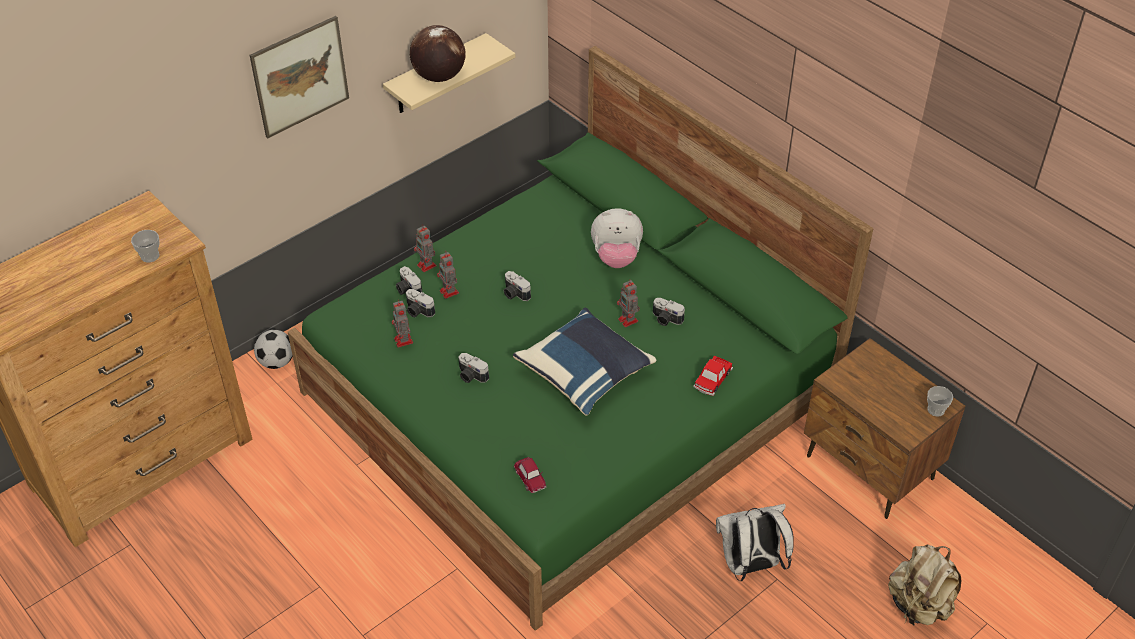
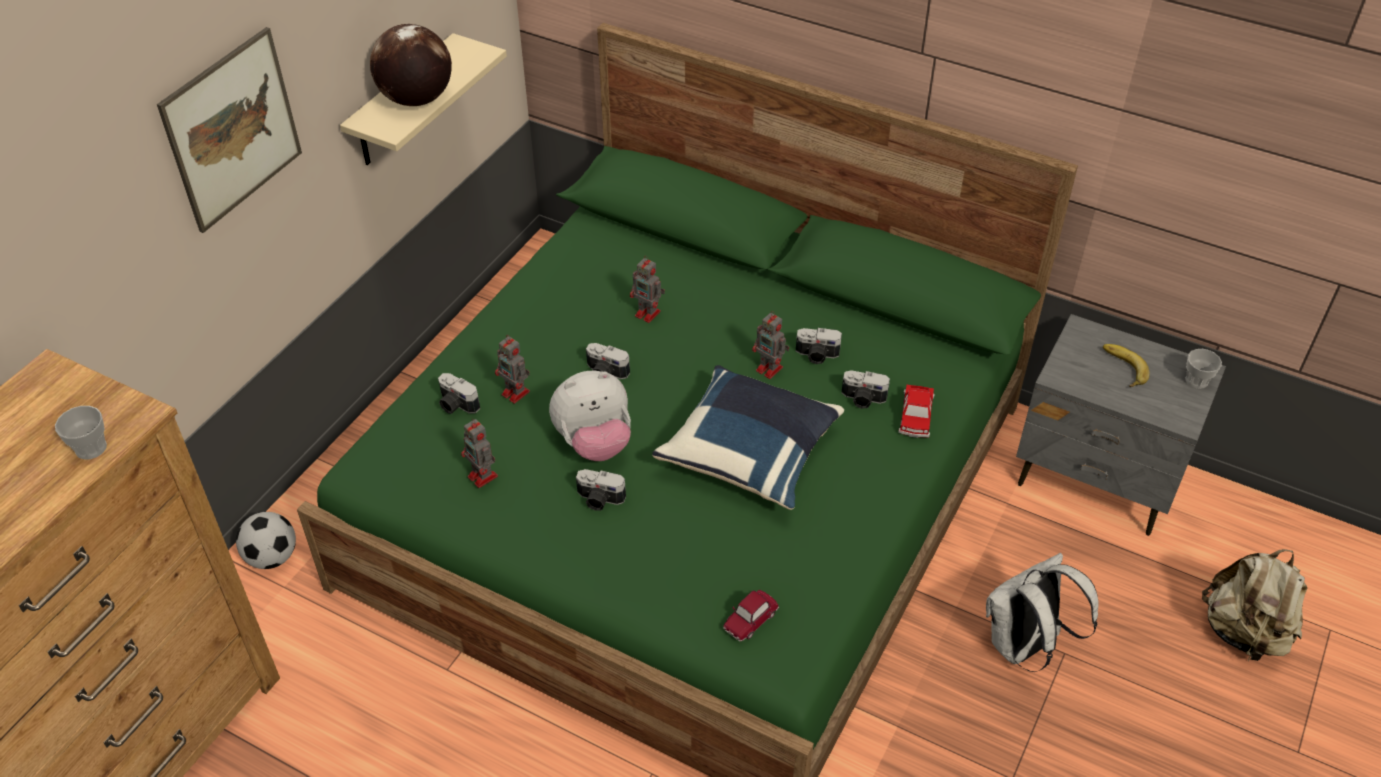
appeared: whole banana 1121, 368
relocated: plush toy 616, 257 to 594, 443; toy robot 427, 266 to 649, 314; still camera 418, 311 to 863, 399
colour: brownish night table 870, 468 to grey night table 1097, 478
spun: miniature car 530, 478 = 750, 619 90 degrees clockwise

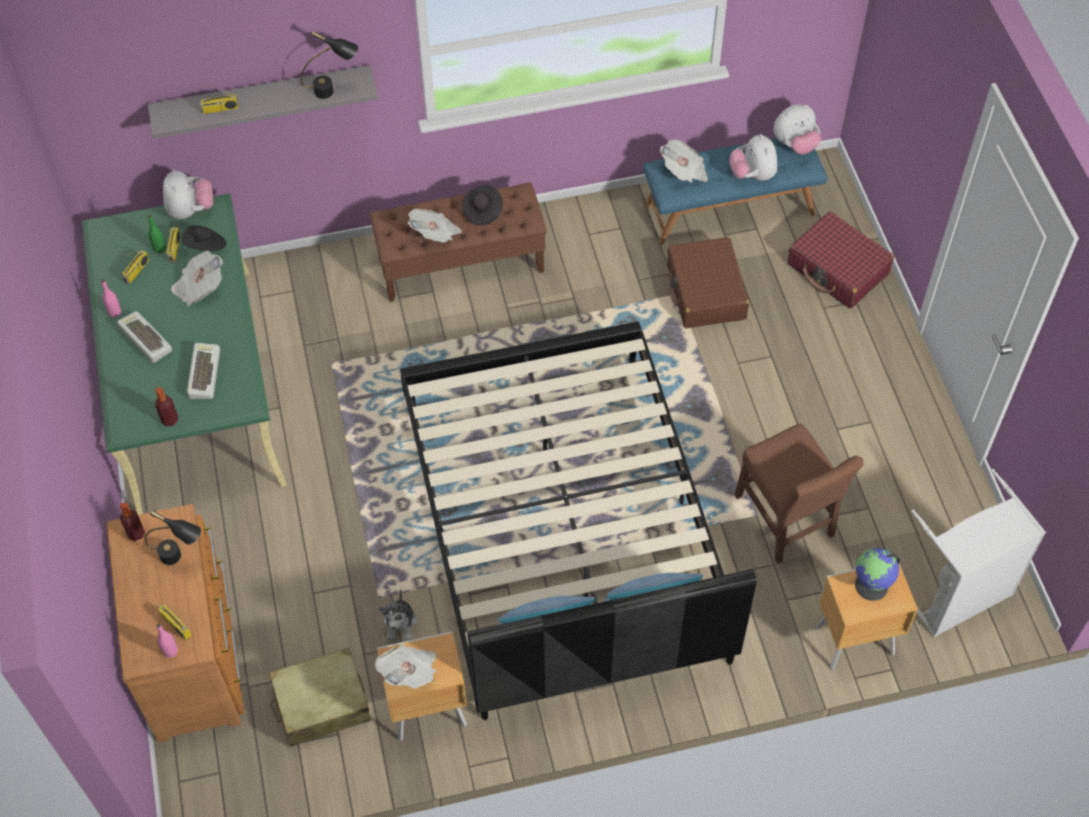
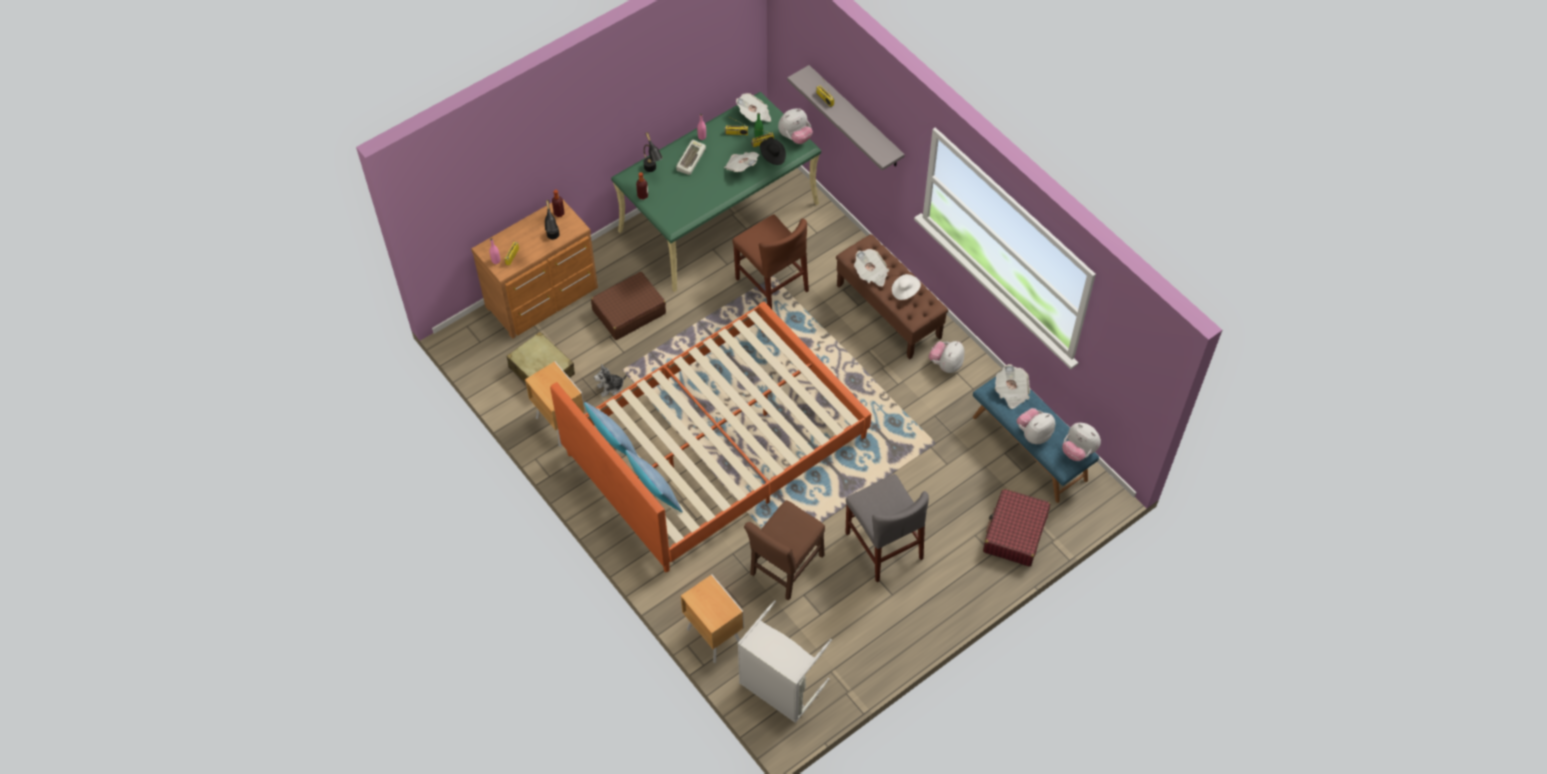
missing: computer keyboard 203, 373; desk globe 872, 586
appeared: brownish chair 771, 285; plush toy 946, 364; grey chair 883, 545
relocated: black lamp for a table 333, 91 to 652, 171; brownish piece of luggage 705, 292 to 628, 312; newspaper 410, 672 to 754, 115
colour: black wearable hat 482, 211 to white wearable hat 905, 291; black bed 562, 529 to orangey bed 716, 445

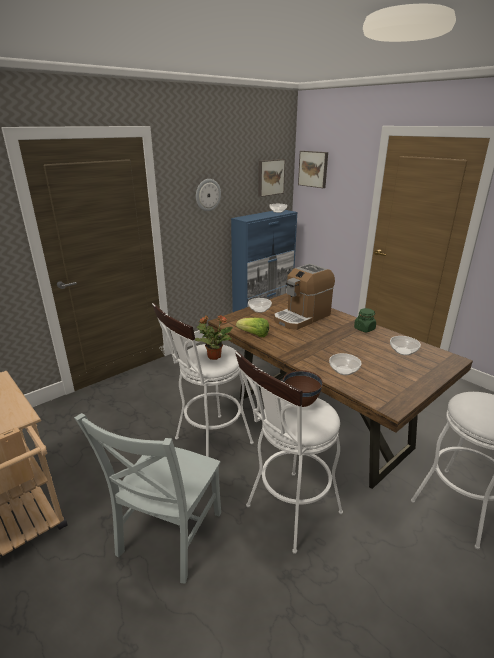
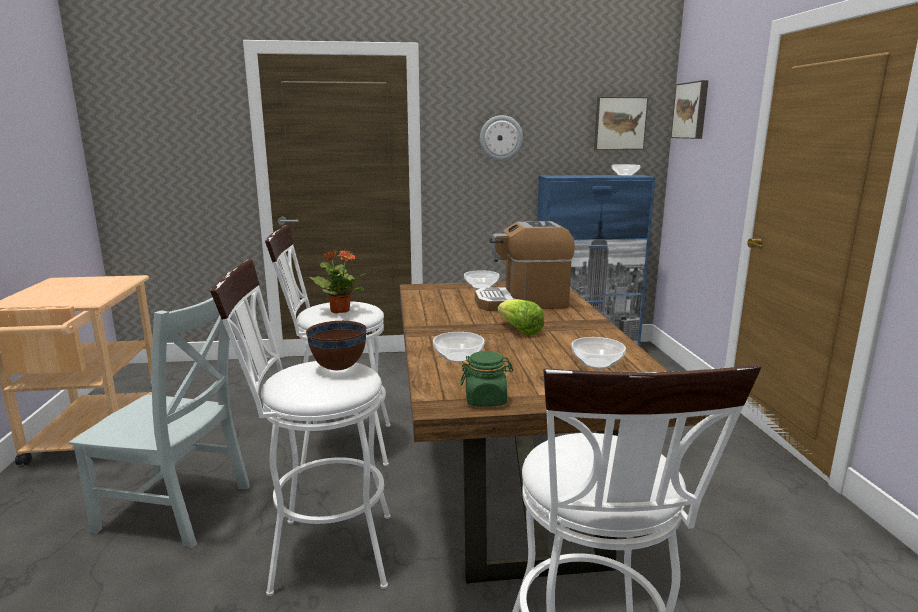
relocated: greenish preserve jar 364, 329 to 486, 400; lettuce 254, 335 to 519, 330
spun: grey chair 168, 537 = 180, 509 135 degrees counterclockwise

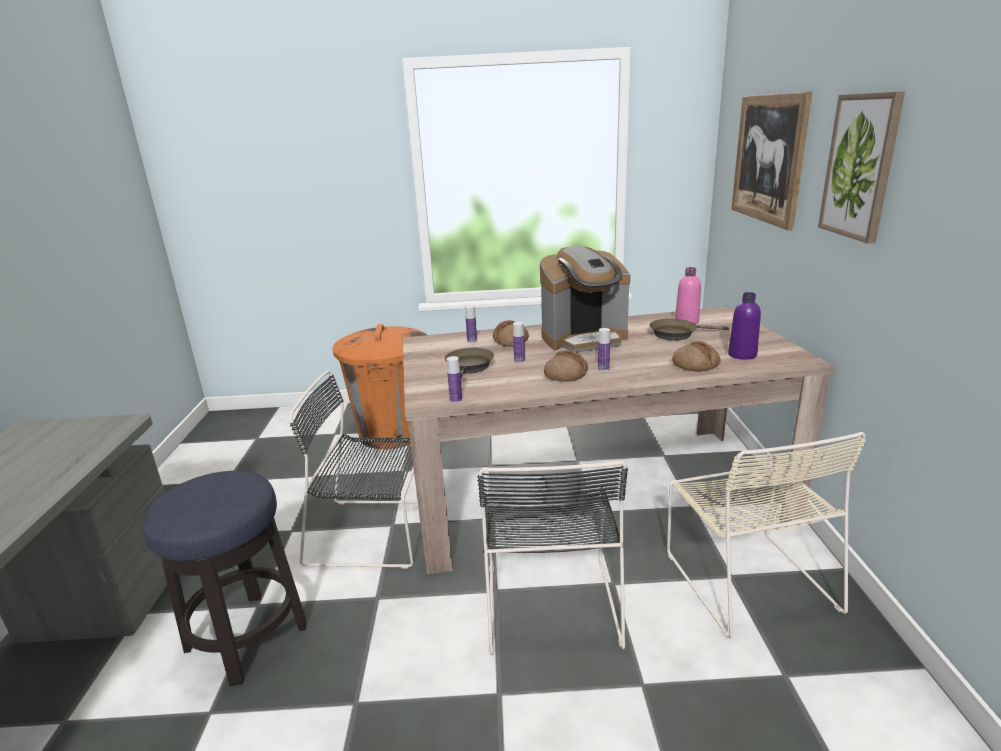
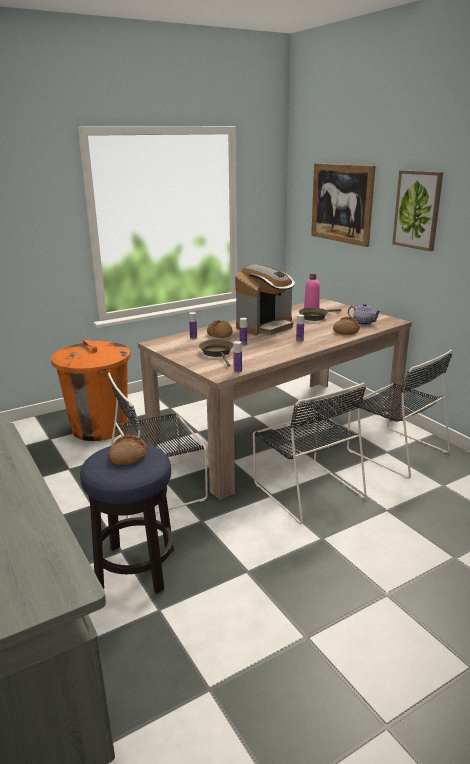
relocated: baked bread 566, 374 to 128, 456
exchanged: purple-coloured drink bottle 742, 355 to tea pot 363, 323
colour: sand-coloured chair 746, 577 to black chair 394, 450

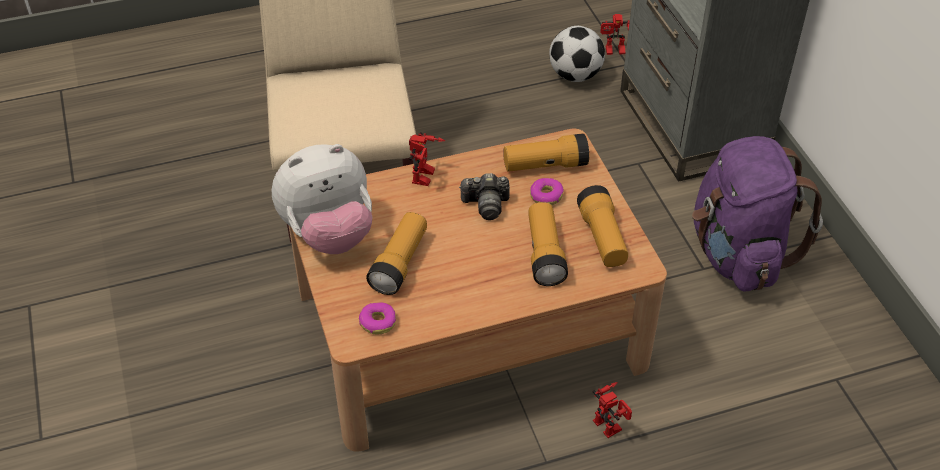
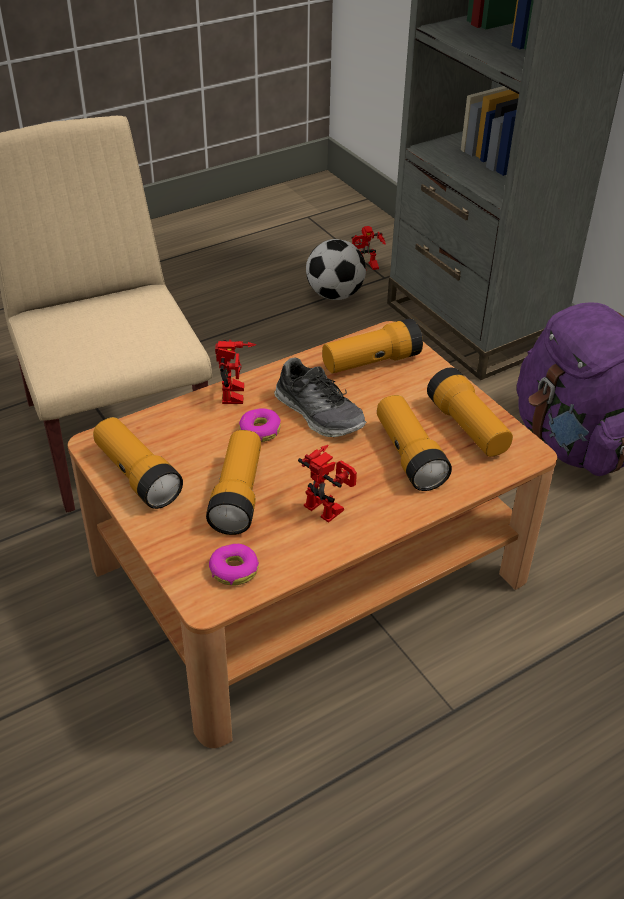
relocated: donut 546, 196 to 259, 431; toy robot 611, 425 to 329, 507
exchanged: plush toy 329, 234 to torch 137, 476; still camera 486, 205 to low shoe 319, 413

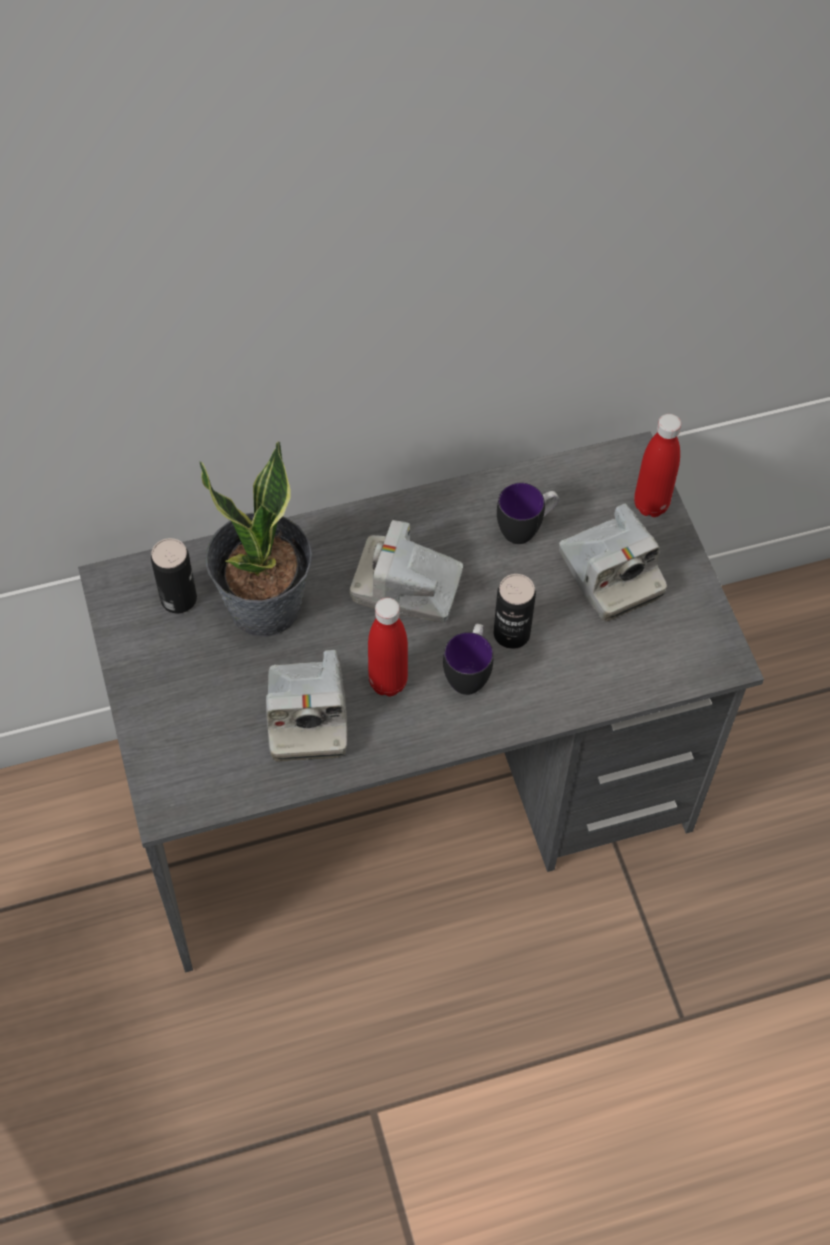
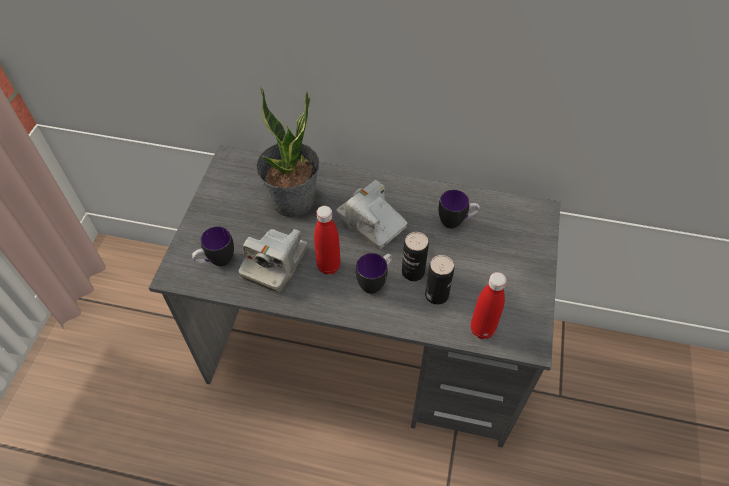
missing: still camera 609, 575
appeared: tea mug 217, 261
relocated: red-coloured drink bottle 651, 505 to 482, 329; can 178, 599 to 436, 295

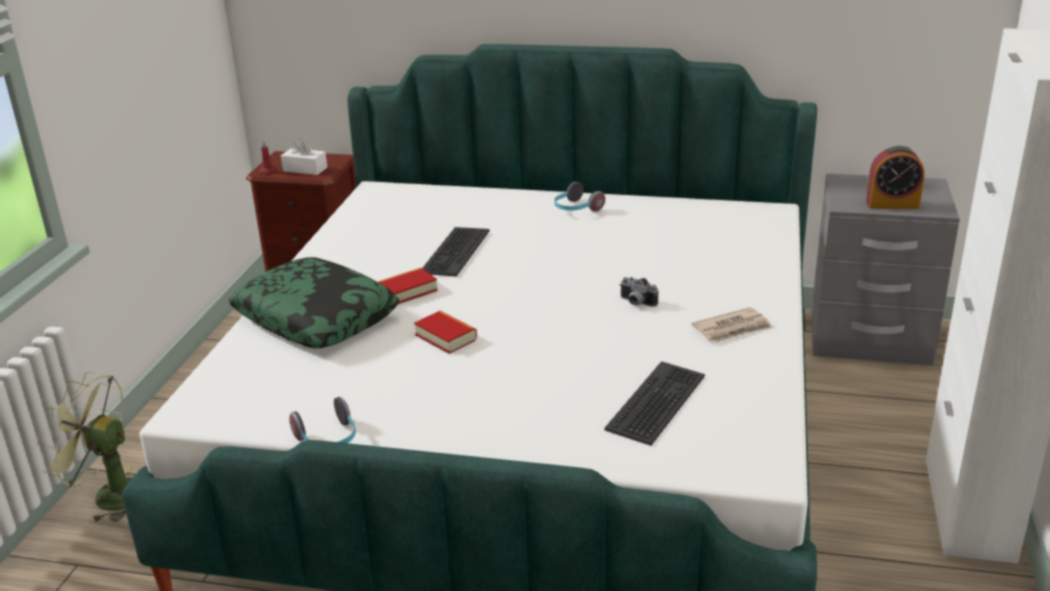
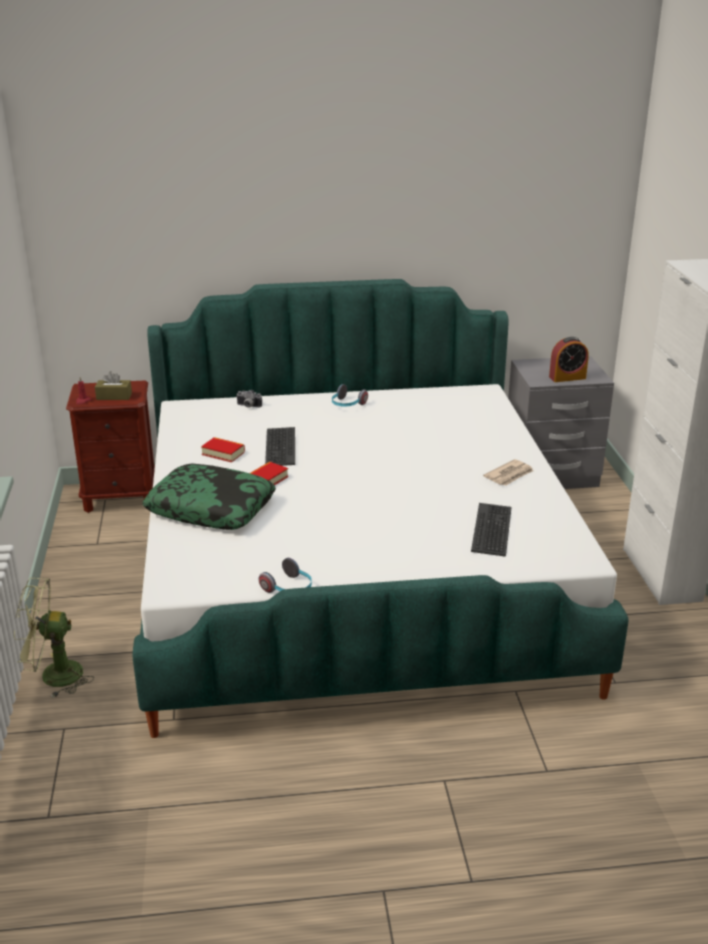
relocated: still camera 636, 303 to 248, 406; book 446, 337 to 223, 453
colour: white tissue box 305, 169 to brownish tissue box 114, 396

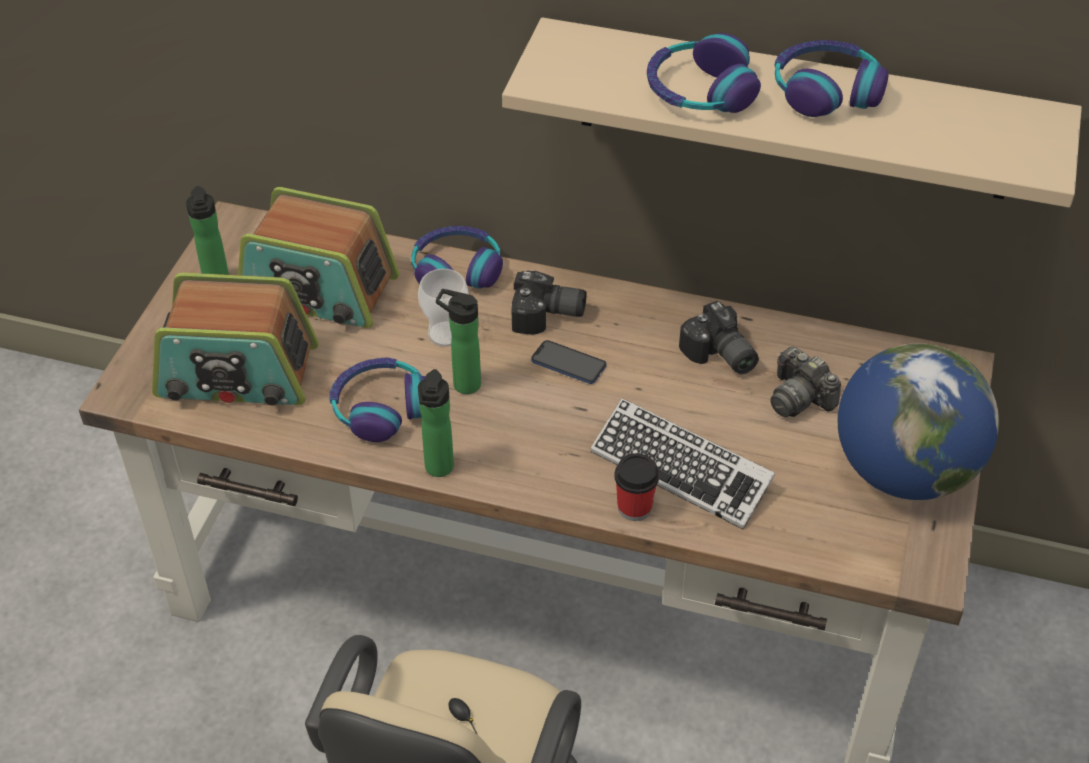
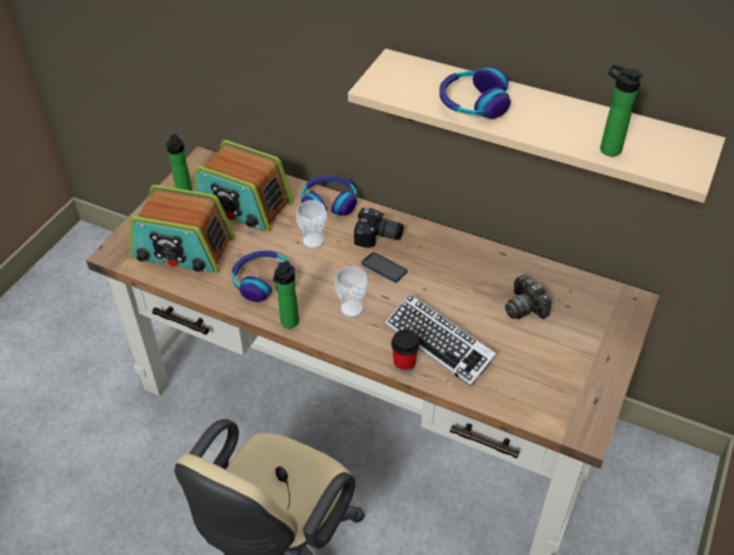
missing: pair of headphones 826, 90; still camera 719, 356; desk globe 903, 471
appeared: drinking cup 352, 308
relocated: drink bottle 462, 383 to 607, 149

